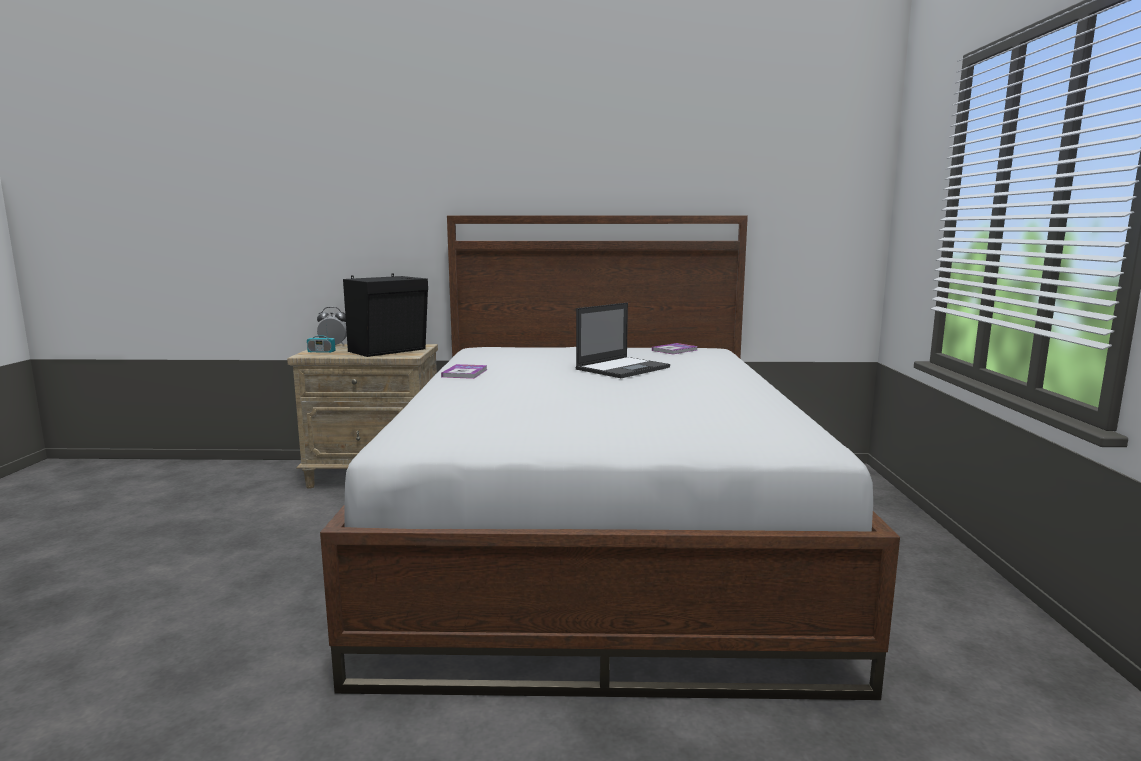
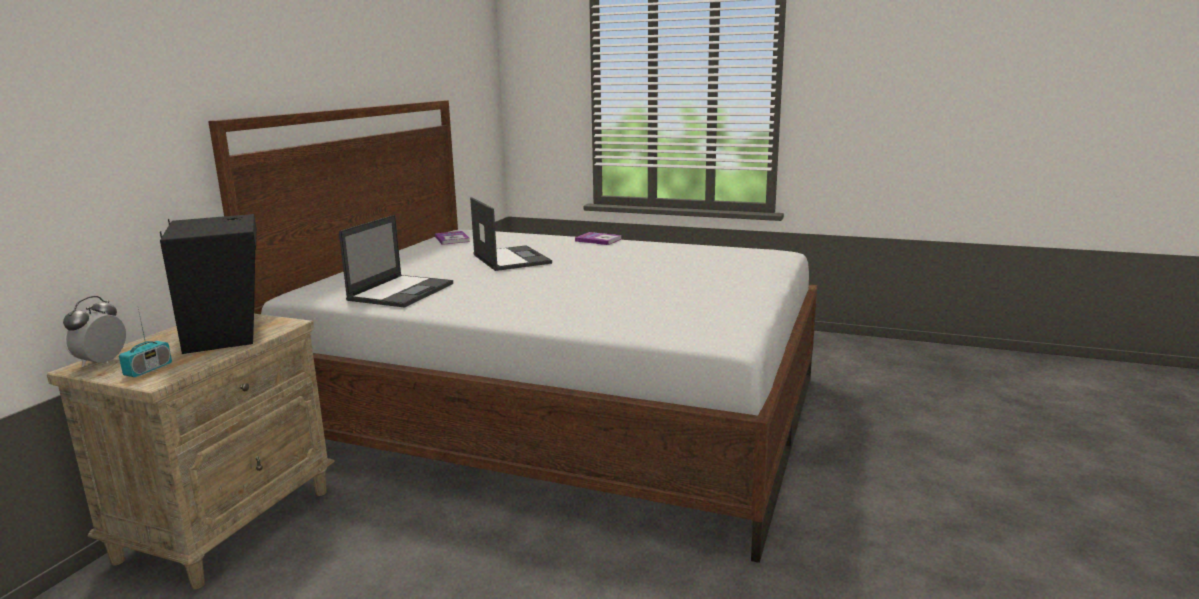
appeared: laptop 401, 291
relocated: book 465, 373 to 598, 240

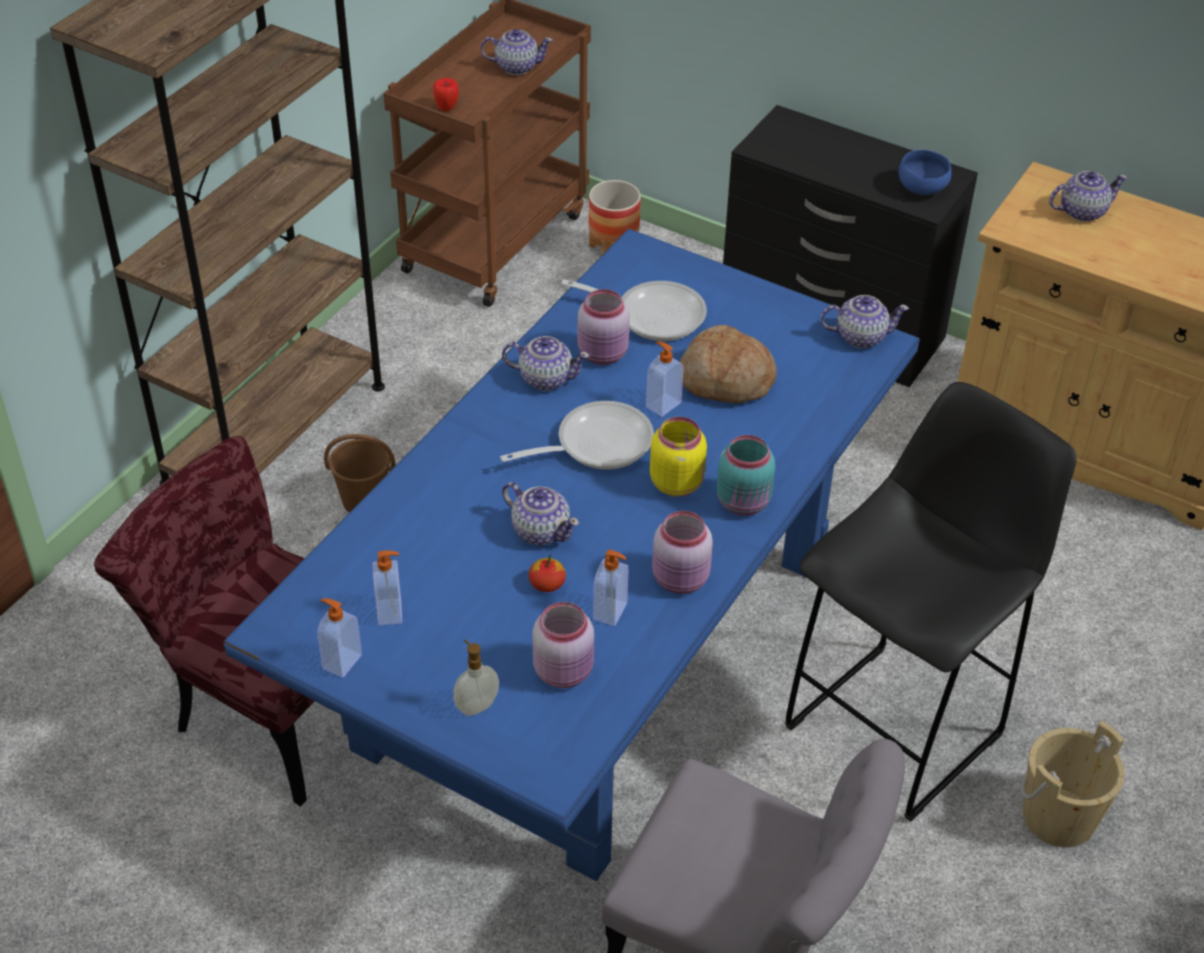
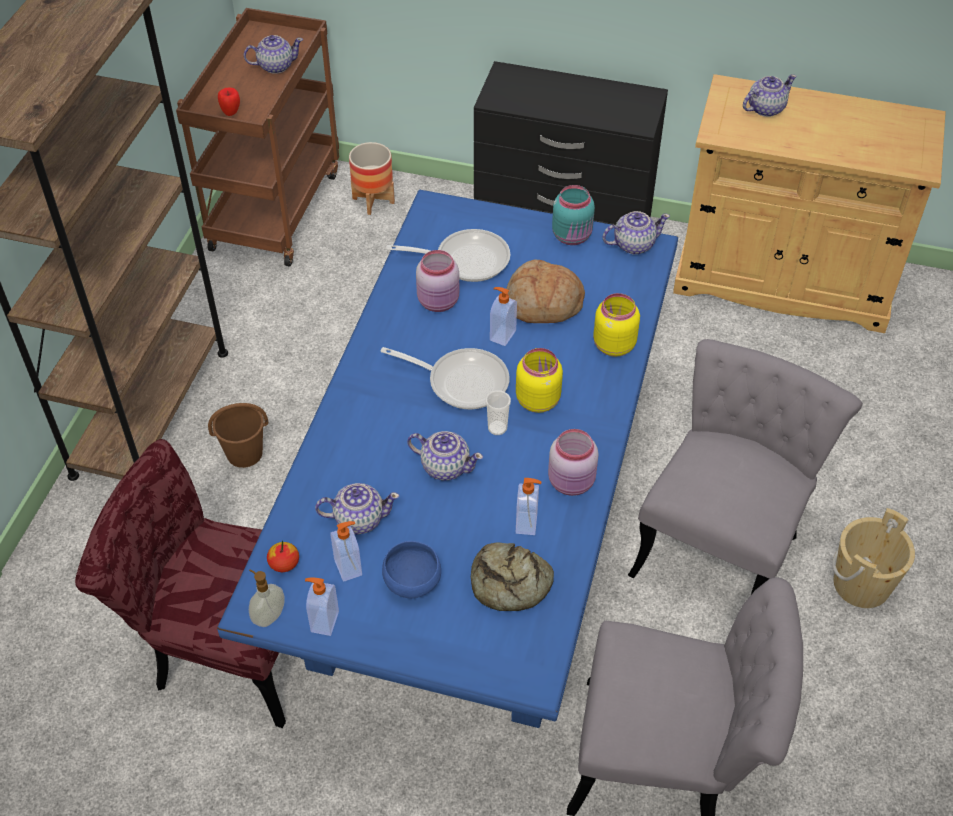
appeared: yellowish preserve jar 612, 345; drinking cup 497, 428
relocated: blue serving bowl 923, 188 to 413, 581; tea pot 545, 378 to 358, 519; blue-green preserve jar 744, 502 to 572, 236; whole apple 547, 584 to 284, 563; soap dispenser 476, 705 to 268, 616
exchanged: black stool 899, 727 to grey chair 722, 542; pink preserve jar 565, 671 to baked bread 510, 584
spun: pan 595, 444 = 461, 381 60 degrees clockwise

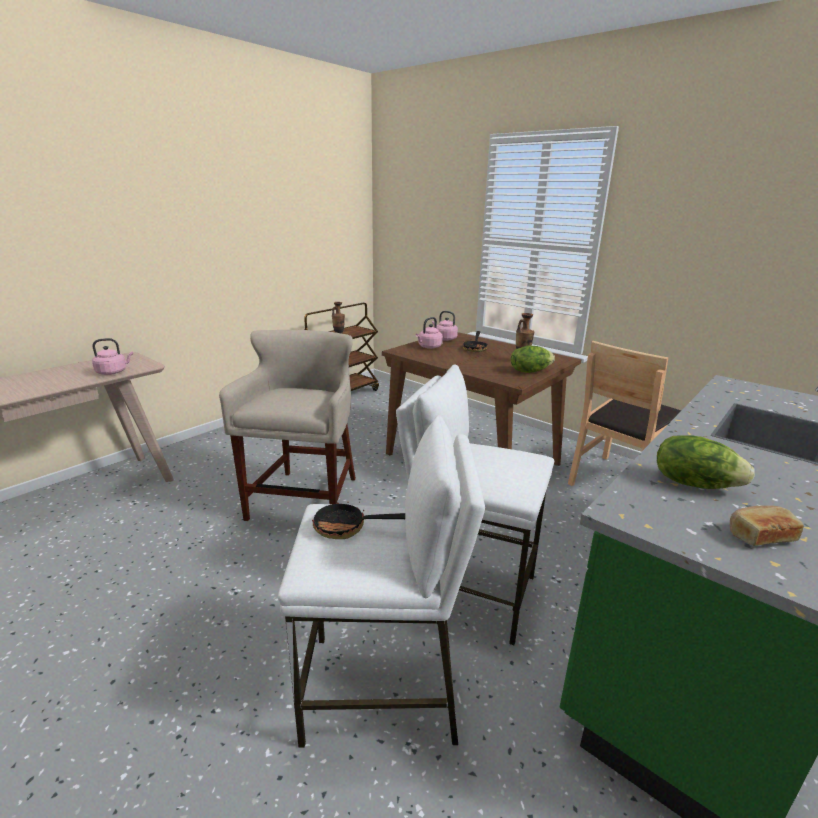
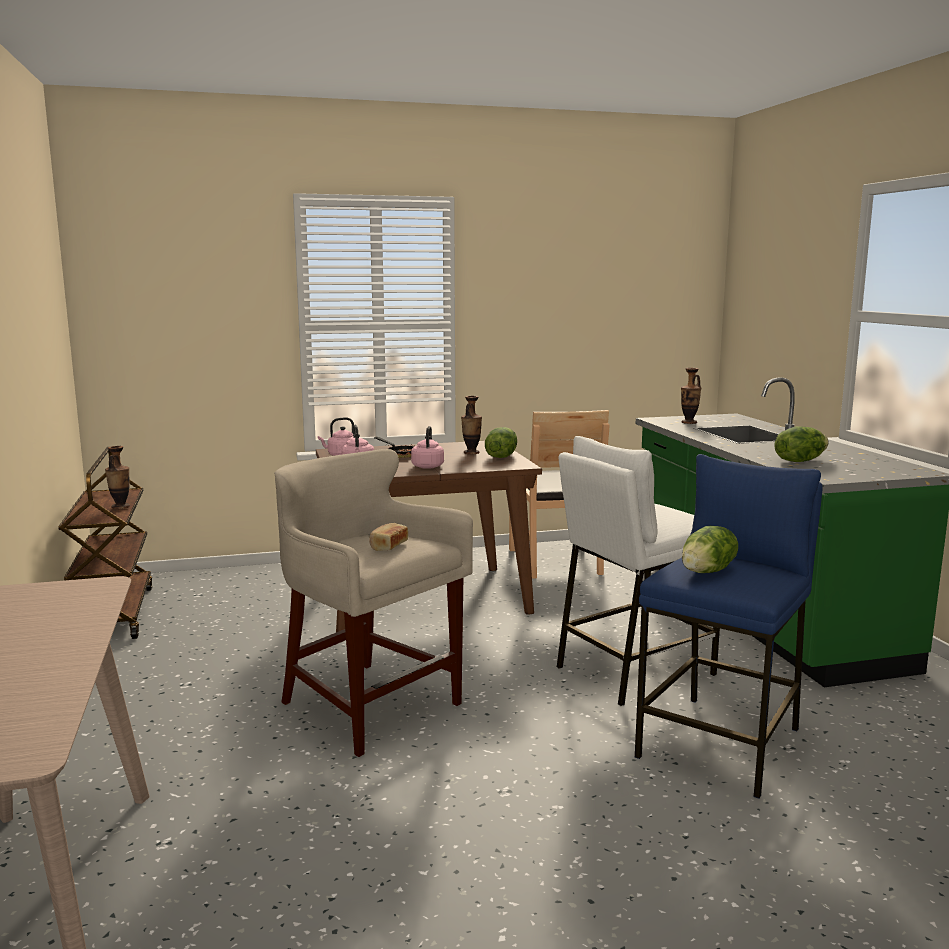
appeared: vase 689, 422
relocated: pink kettle 113, 372 to 428, 466; baked bread 759, 536 to 388, 546
exchanged: pan 347, 528 to lettuce 708, 571
colour: white stool 382, 689 to blue stool 722, 743

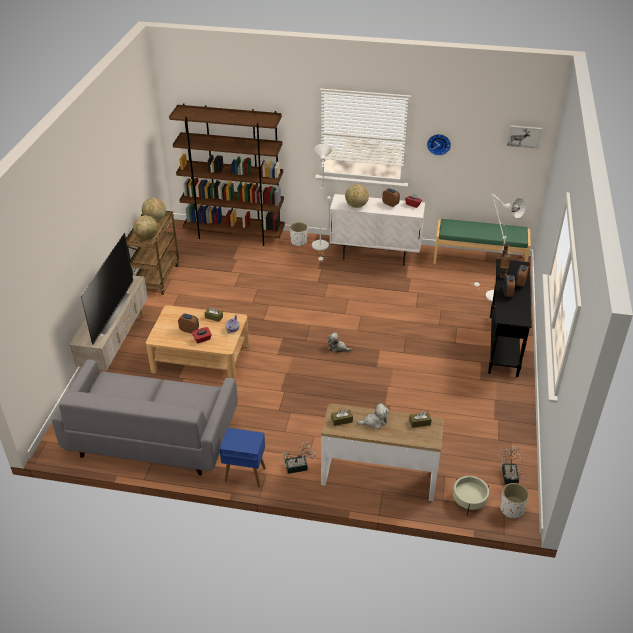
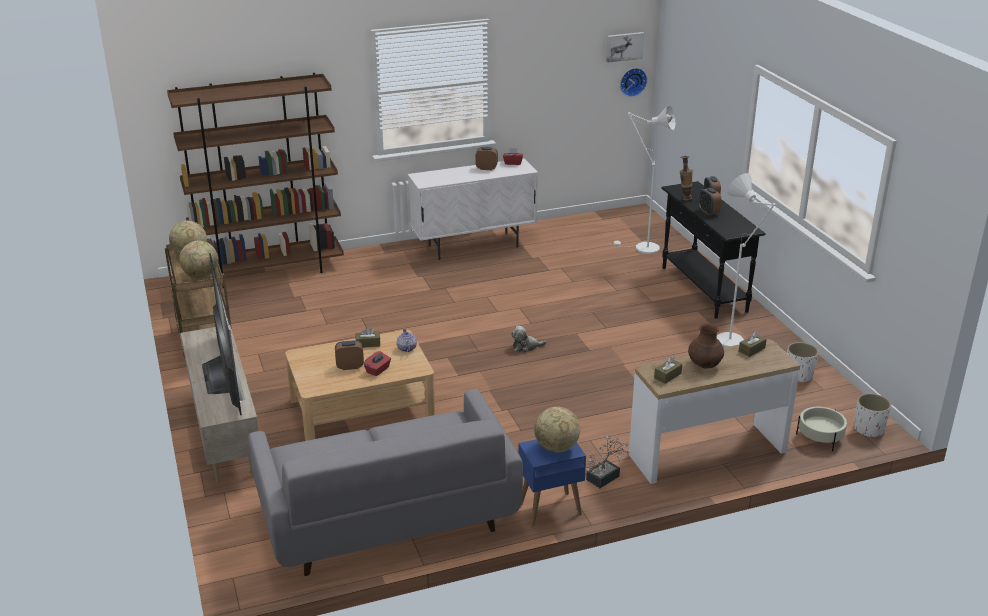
missing: greenish bench 479, 259; plant in a pot 509, 474
relocated: hanging clock 439, 144 to 632, 81; white floor lamp 321, 247 to 734, 343; desk globe 356, 206 to 556, 448; white planter 299, 242 to 798, 375
exchanged: plush toy 374, 422 to brownish vase 704, 365

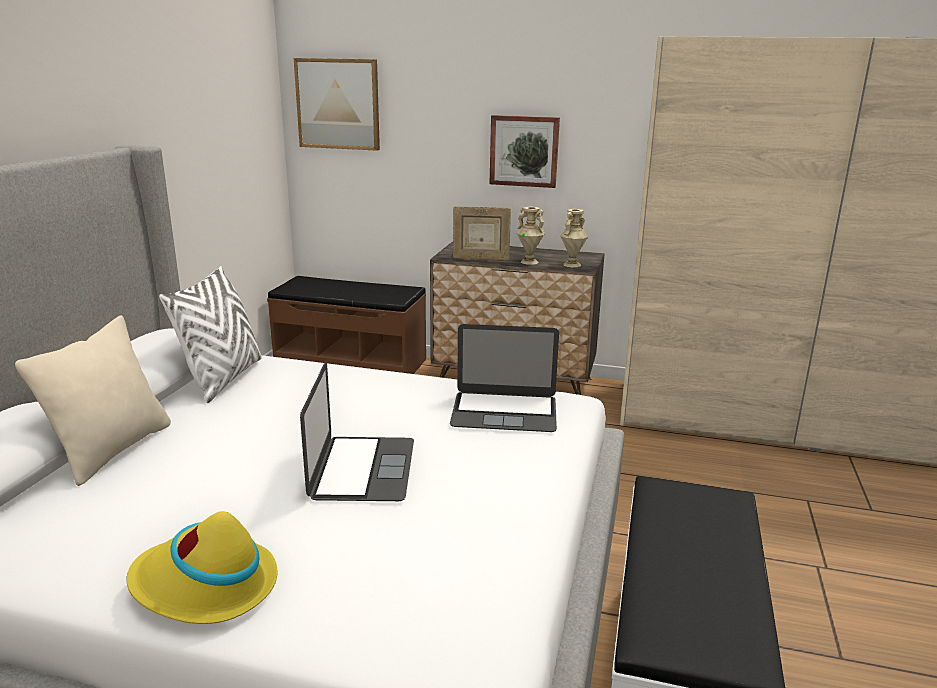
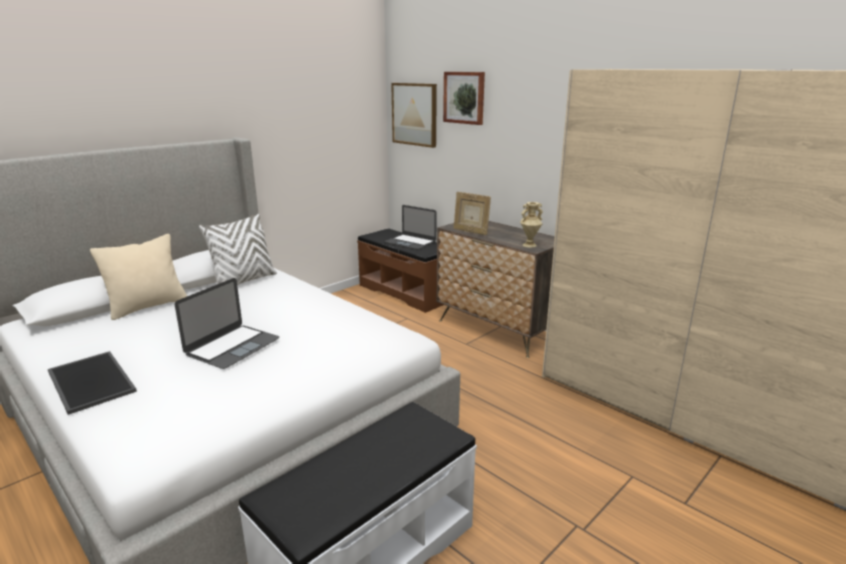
missing: sand-coloured vase 529, 262
relocated: picture 524, 151 to 464, 97; laptop 504, 412 to 410, 242
exchanged: yellowish wearable hat 205, 586 to carrying tray 89, 381

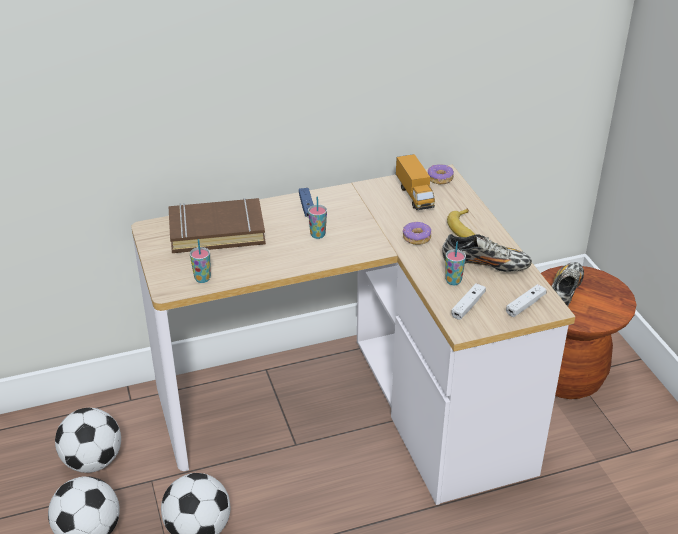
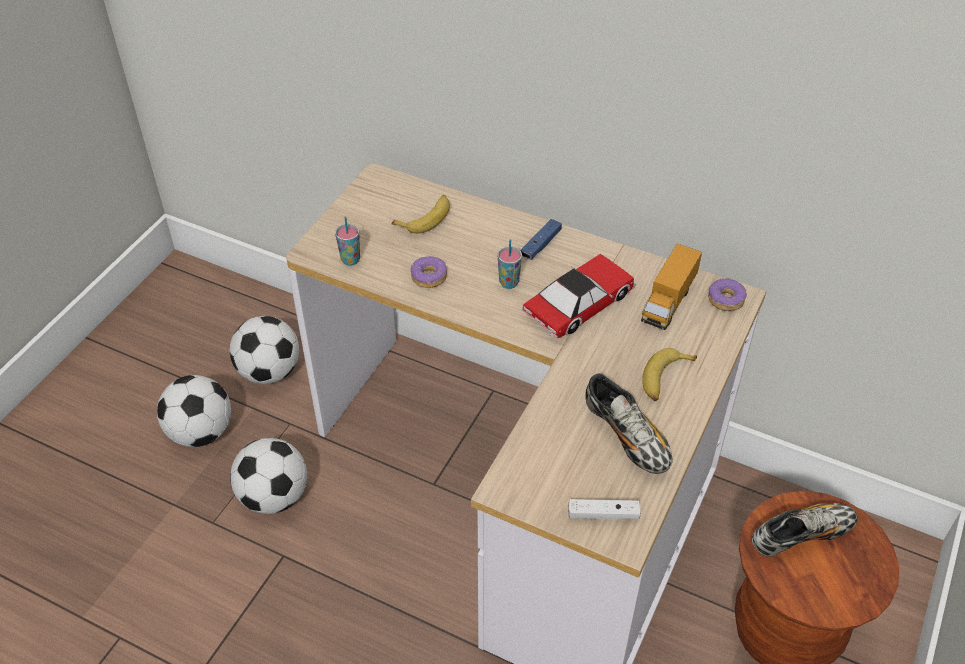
missing: drinking cup 453, 281; white gamepad 468, 306
appeared: miniature car 579, 304
relocated: donut 417, 238 to 429, 277
exchanged: brownish book 217, 231 to whole banana 426, 218

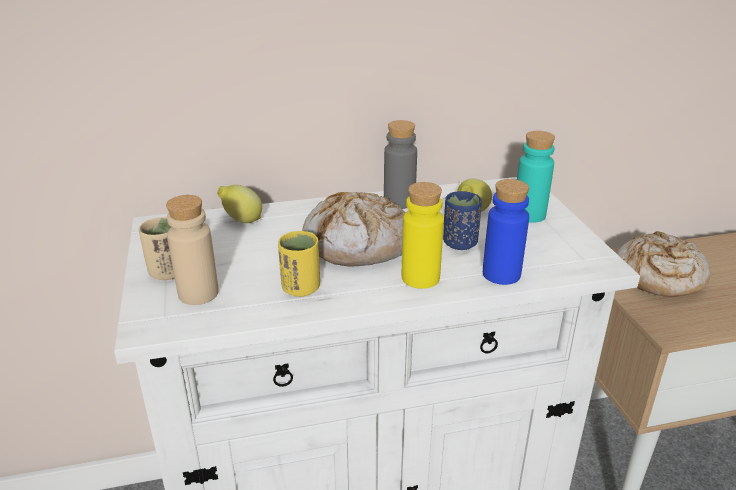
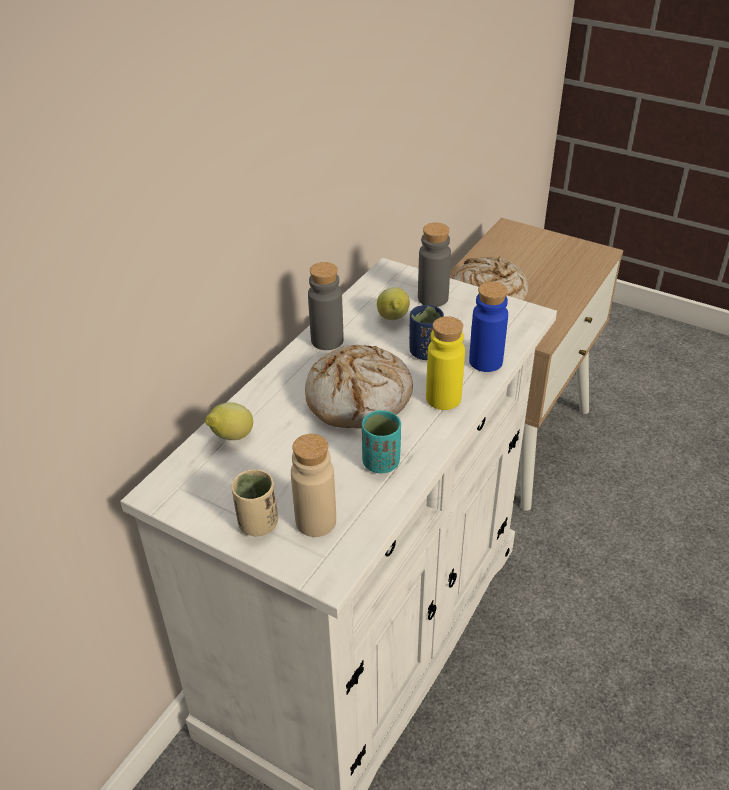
colour: blue-green drink bottle 529, 215 to grey drink bottle 433, 298; yellowish drinking cup 301, 288 to blue-green drinking cup 381, 463

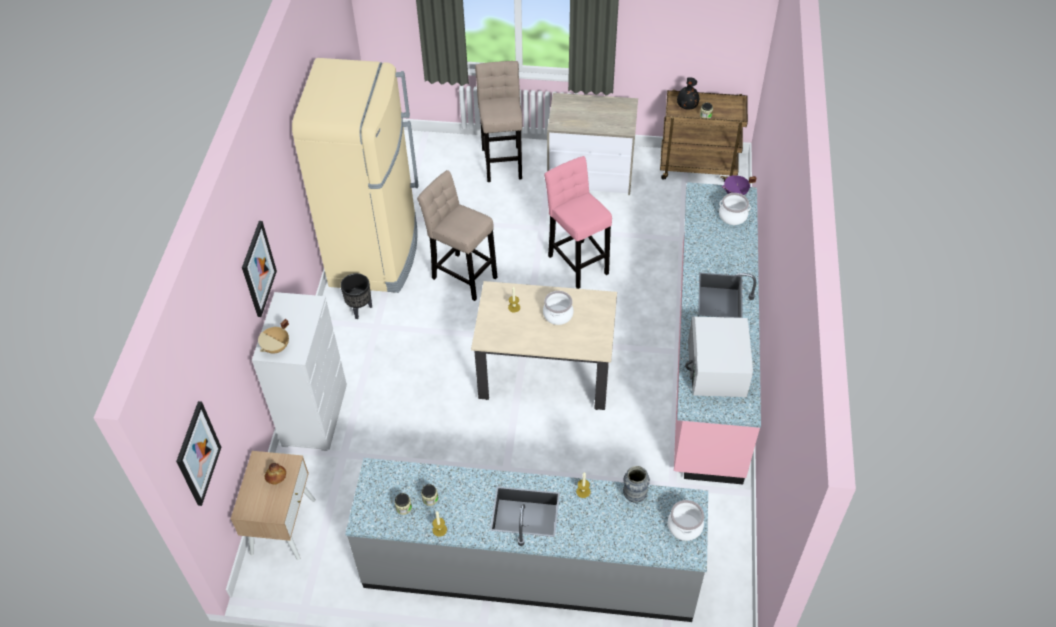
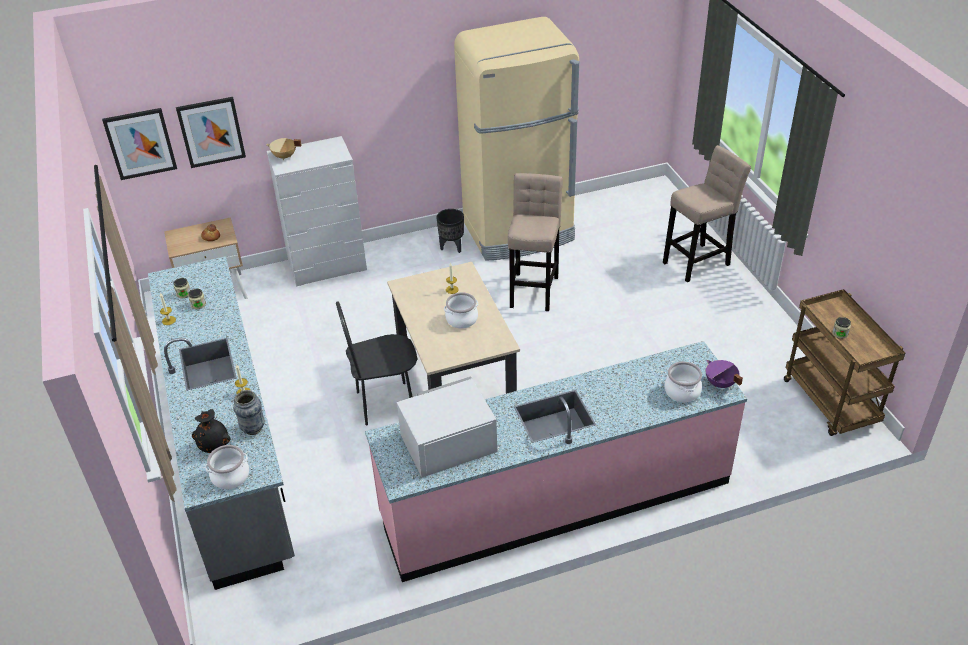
missing: chest of drawers 591, 172; pink stool 577, 262
appeared: black chair 385, 403
relocated: black vase 686, 106 to 214, 446; picture 258, 269 to 211, 132

